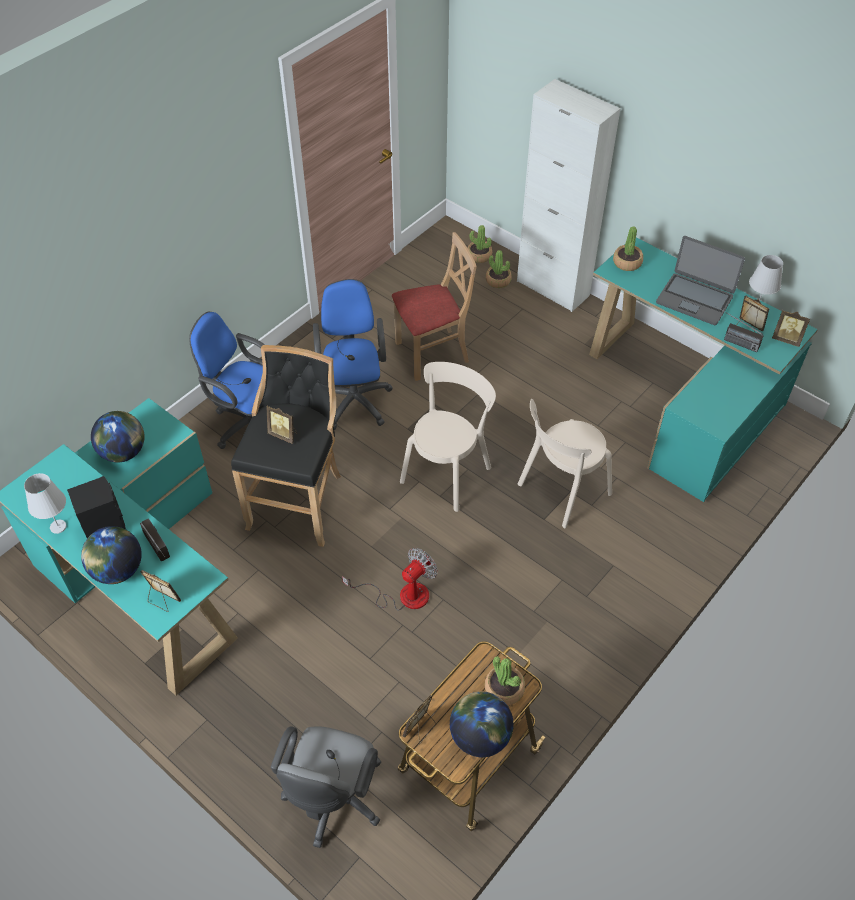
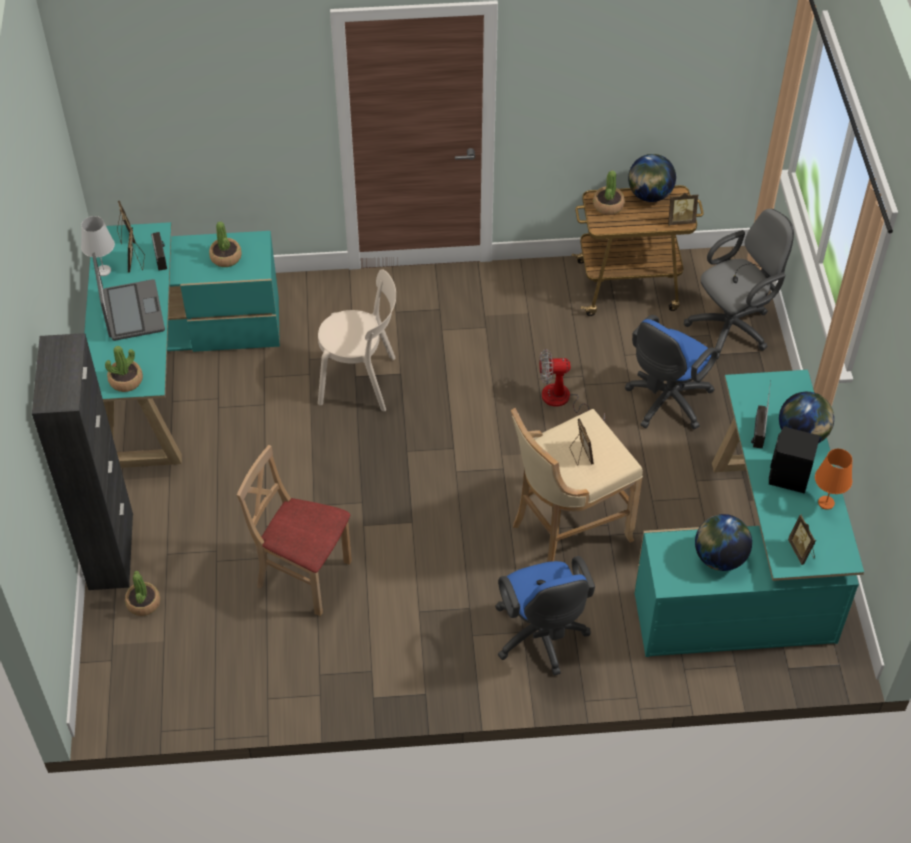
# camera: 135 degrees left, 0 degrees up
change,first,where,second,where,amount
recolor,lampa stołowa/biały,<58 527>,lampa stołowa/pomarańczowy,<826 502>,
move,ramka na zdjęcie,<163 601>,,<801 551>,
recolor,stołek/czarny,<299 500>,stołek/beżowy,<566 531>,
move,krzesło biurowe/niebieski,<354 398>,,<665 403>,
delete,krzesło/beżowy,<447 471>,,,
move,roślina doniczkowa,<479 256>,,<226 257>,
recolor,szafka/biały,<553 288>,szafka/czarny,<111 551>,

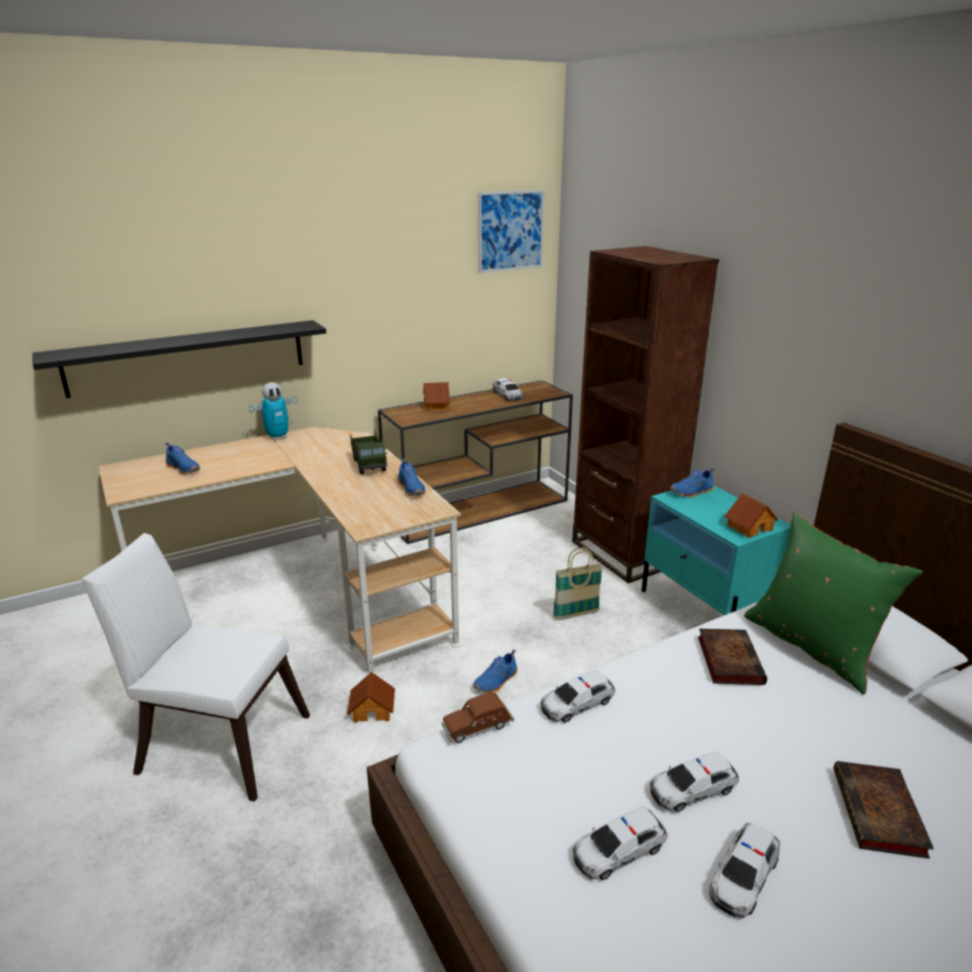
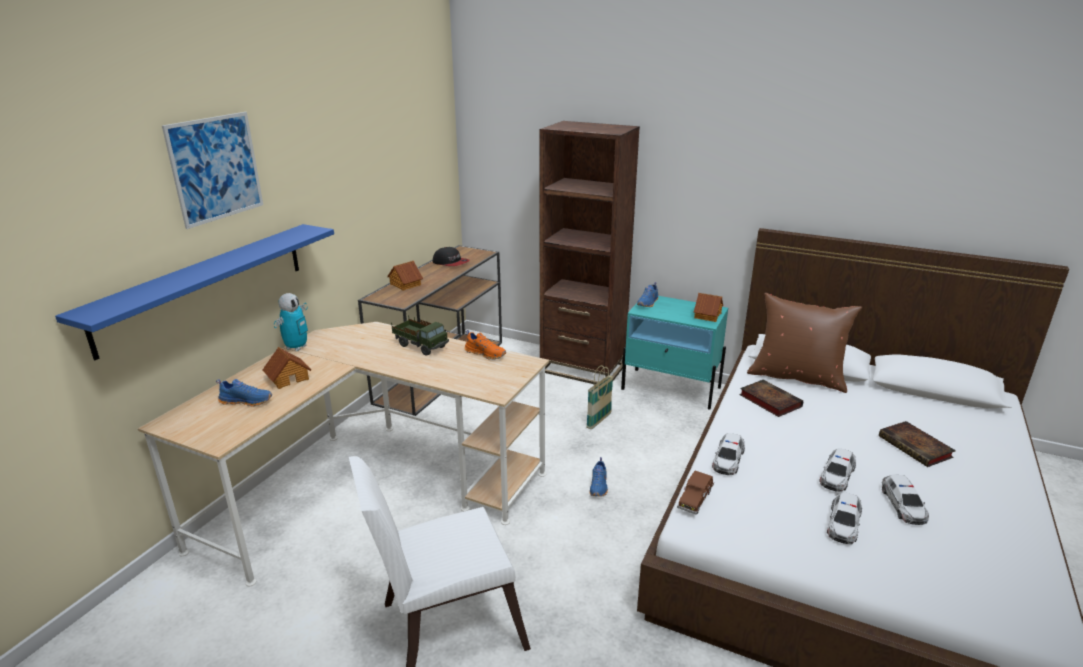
# camera: 35 degrees left, 0 degrees up
change,first,where,second,where,amount
recolor,półka/czarny,<188 357>,półka/niebieski,<205 285>,
move,domek,<372 709>,,<288 378>,
recolor,but/niebieski,<412 488>,but/pomarańczowy,<486 353>,
move,obraz,<511 231>,,<216 168>,
replace,samochodzik,<508 395>,czapka z daszkiem,<451 263>,
recolor,poduszka/zielony,<813 646>,poduszka/brązowy,<797 377>,

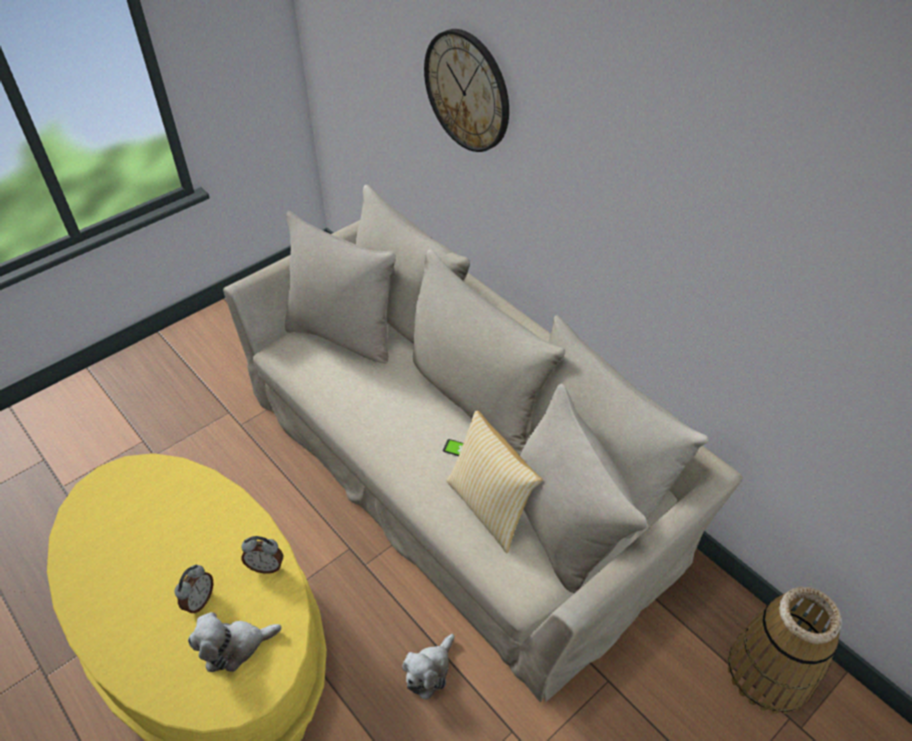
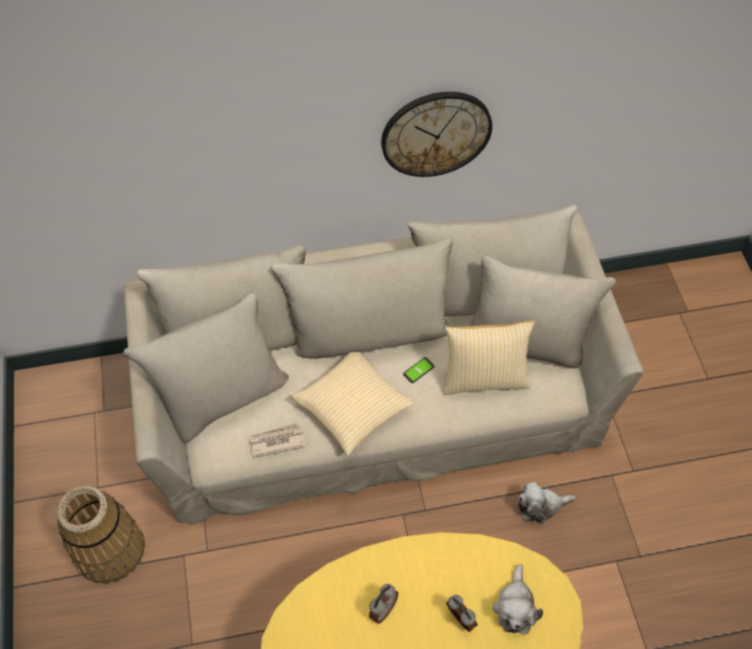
# camera: 60 degrees left, 10 degrees up
change,first,where,second,where,amount
move,budzik,<266 566>,,<382 609>,
rotate,pluszak,<429 671>,,<540 506>,105 degrees clockwise
move,zegar ścienny,<467 91>,,<436 133>,
move,koszyk,<768 672>,,<109 550>,
insert,,,gazeta,<276 441>,
insert,,,poduszka,<352 408>,

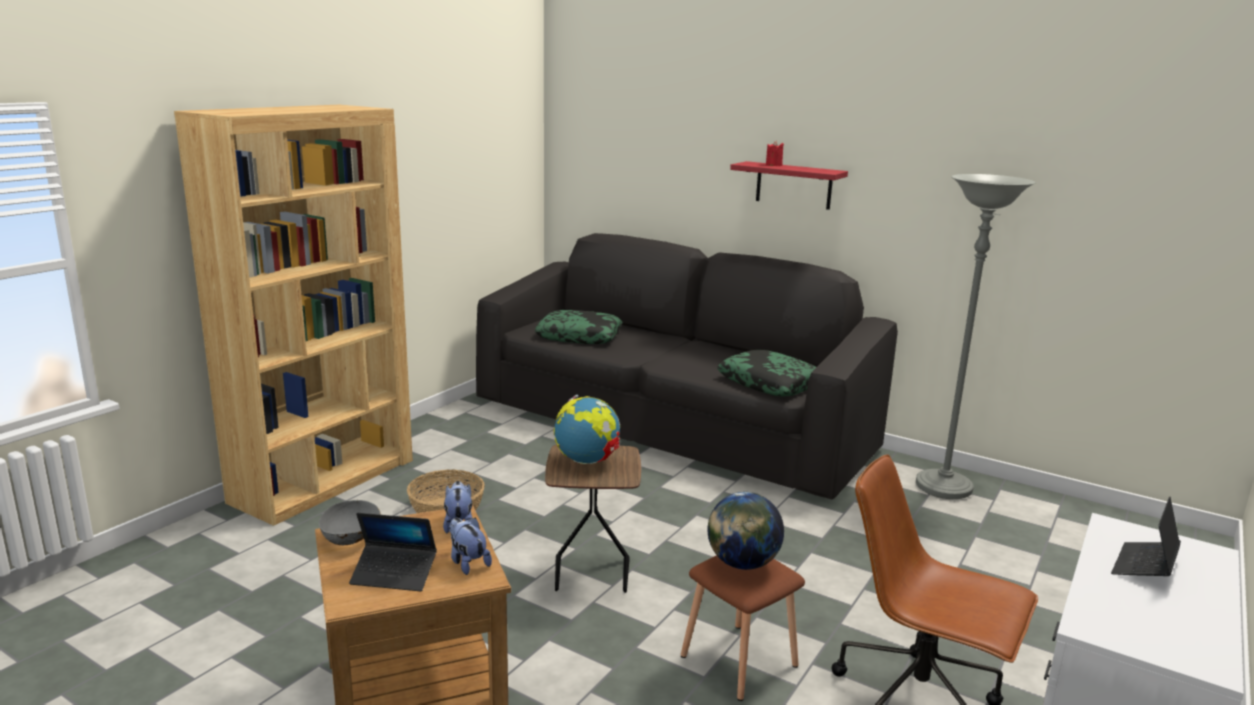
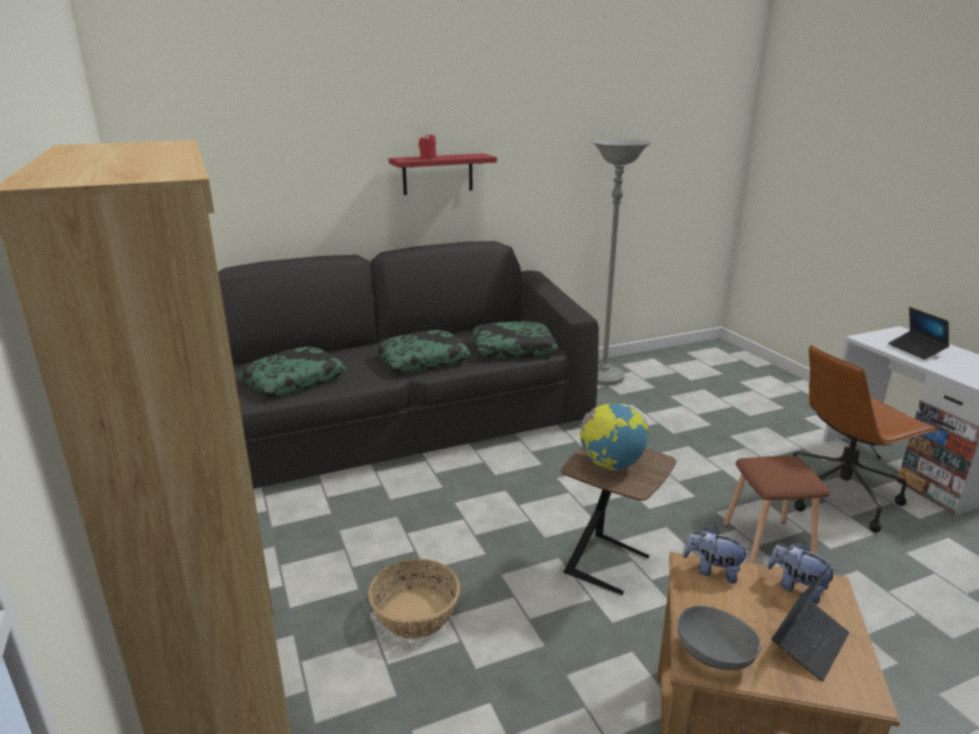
# camera: 55 degrees left, 5 degrees up
change,first,where,second,where,amount
rotate,pluszak,<467 562>,,<797 588>,45 degrees clockwise
delete,globus,<742 564>,,,
insert,,,poduszka,<422 360>,

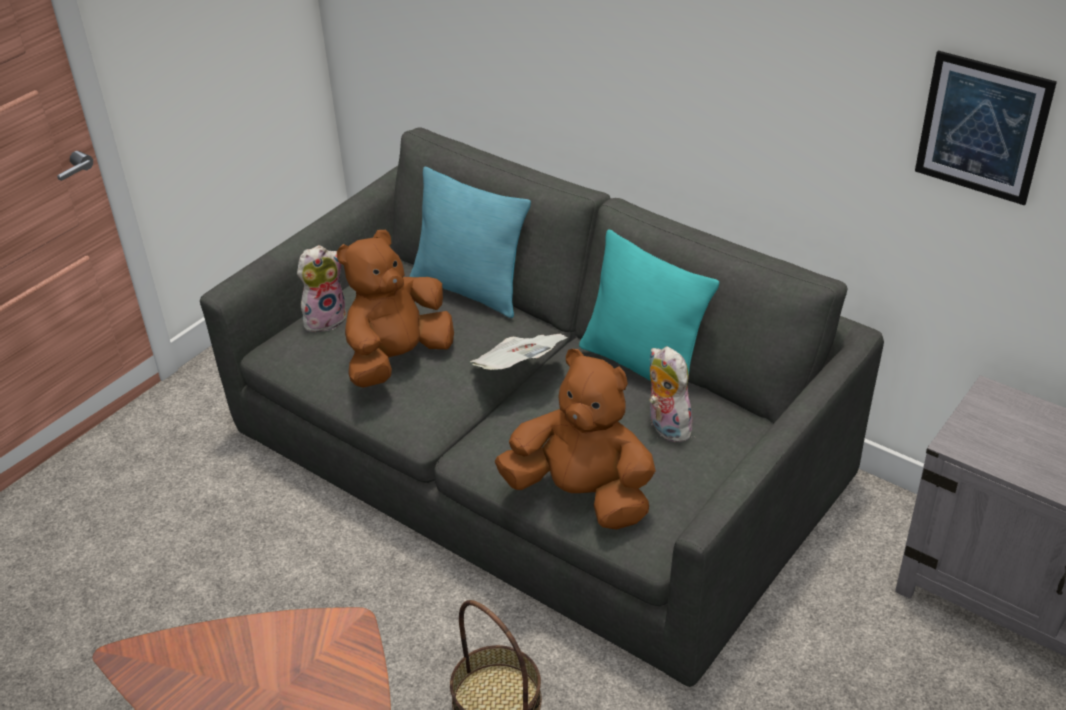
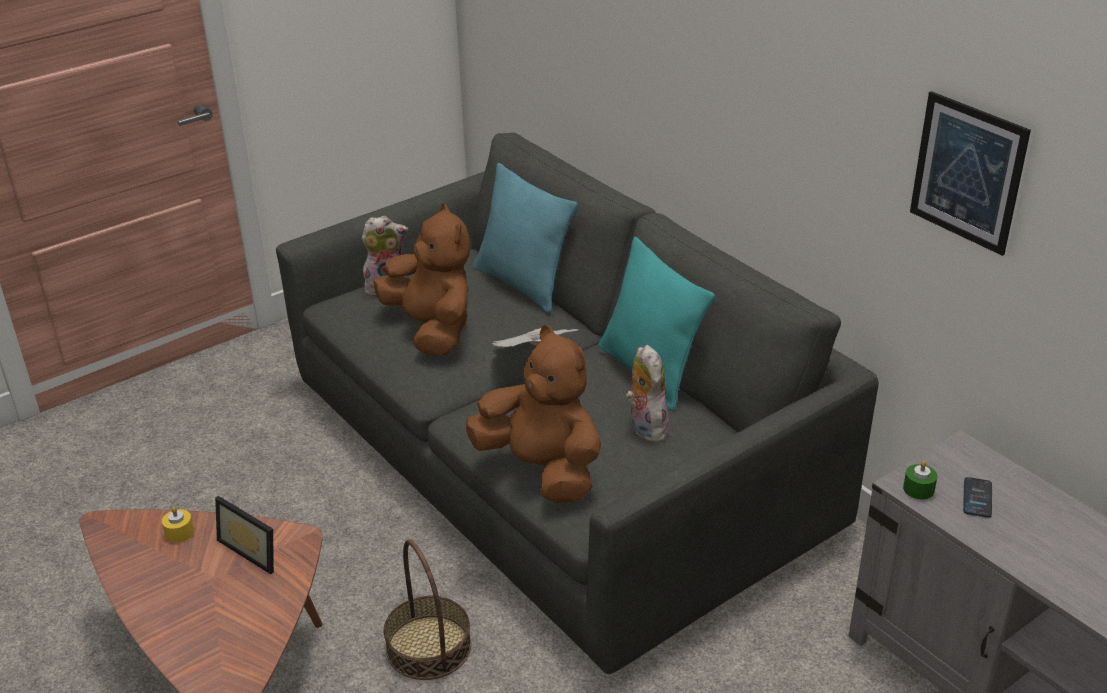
# camera: 15 degrees right, 5 degrees down
change,first,where,second,where,amount
rotate,pluszak/brązowy,<397 359>,,<432 330>,90 degrees clockwise
insert,,,świeca/żółty,<179 532>,
insert,,,ramka na zdjęcie,<254 549>,
insert,,,świeca/zielony,<918 489>,
insert,,,telefon,<977 498>,

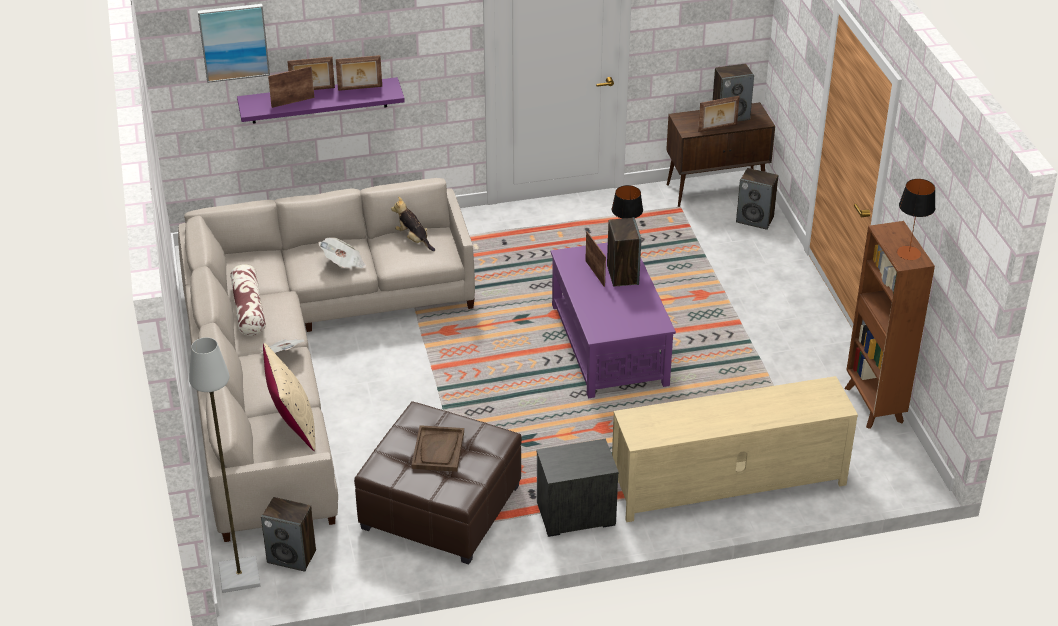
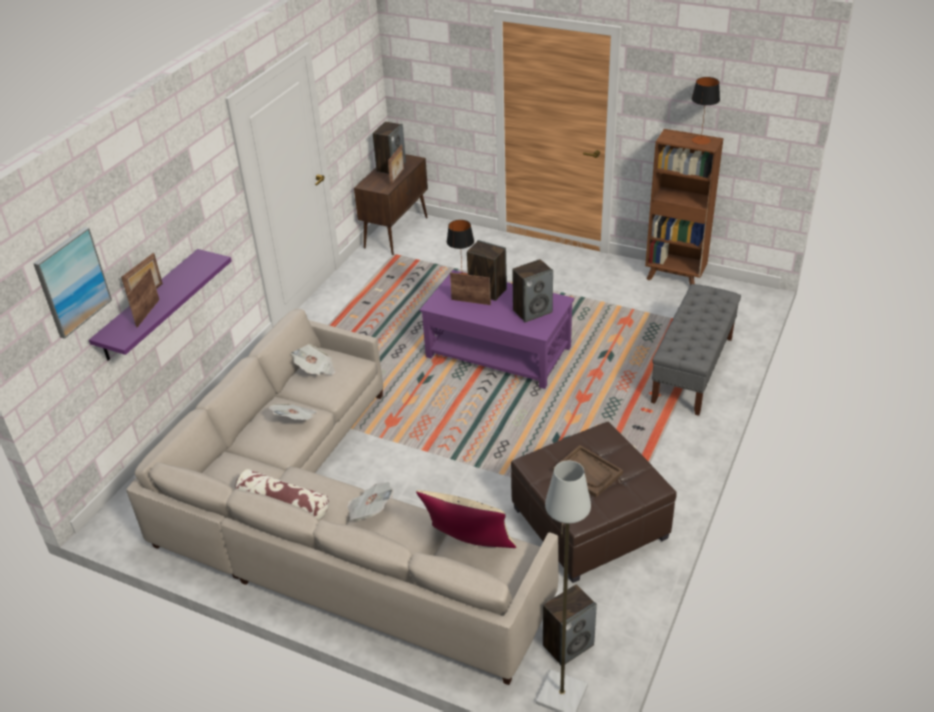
# camera: 50 degrees left, 0 degrees up
change,first,where,second,where,amount
delete,ramka na zdjęcie,<360 88>,,,
replace,pluszak,<413 239>,gazeta,<315 369>,
delete,szafka nocna,<574 514>,,,
replace,szafka pod telewizor/beżowy,<727 483>,ławka/szary,<692 370>,
move,głośnik,<755 219>,,<532 311>,

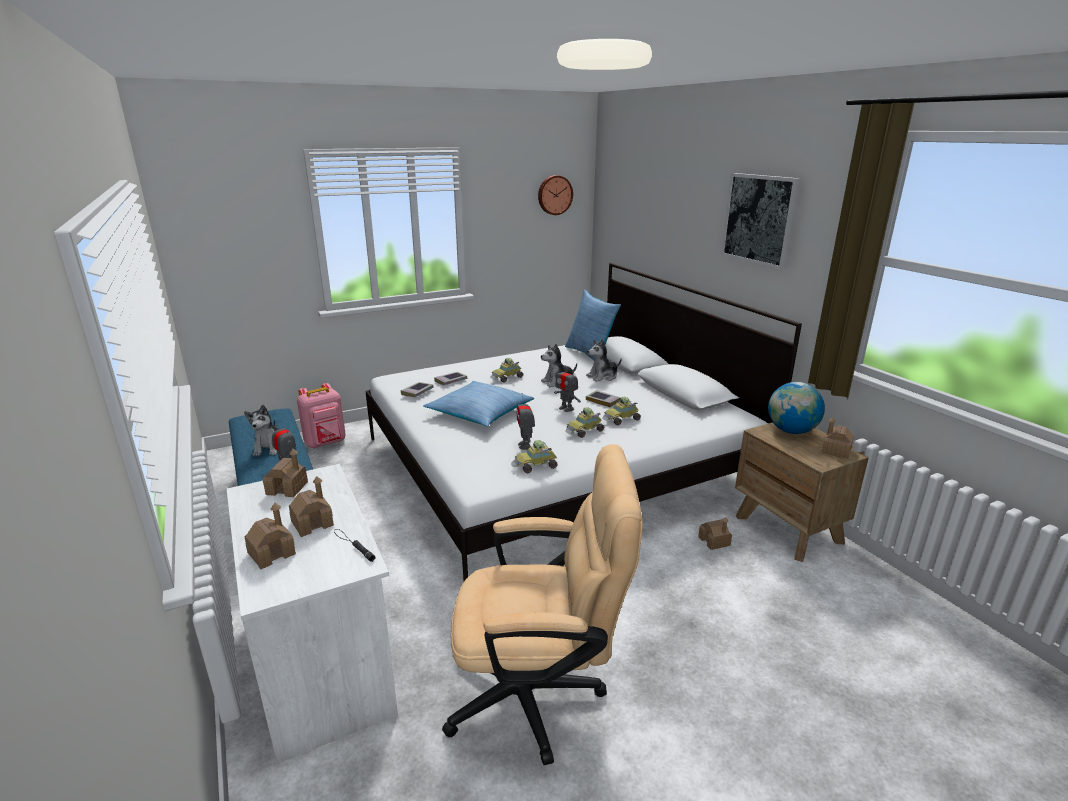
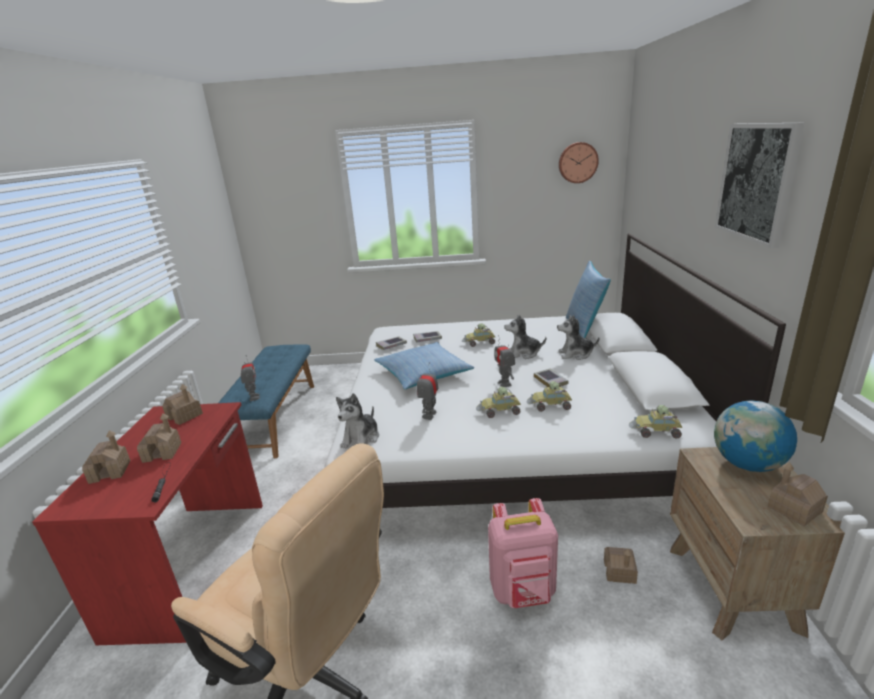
# camera: 30 degrees right, 0 degrees up
change,first,where,second,where,amount
recolor,biurko/biały,<323 658>,biurko/czerwony,<194 564>,
move,pluszak,<270 447>,,<361 439>,
move,plecak/różowy,<326 443>,,<523 591>,
move,samochodzik,<536 466>,,<656 431>,

